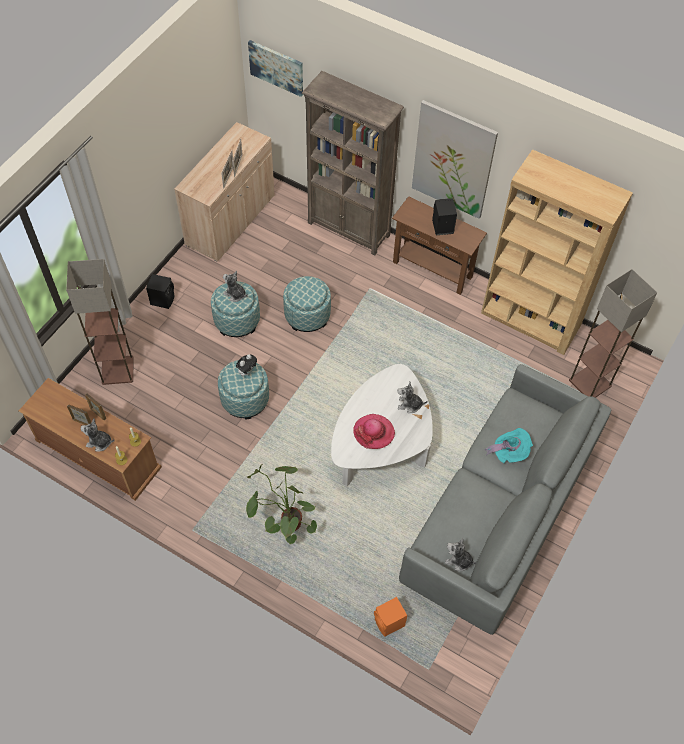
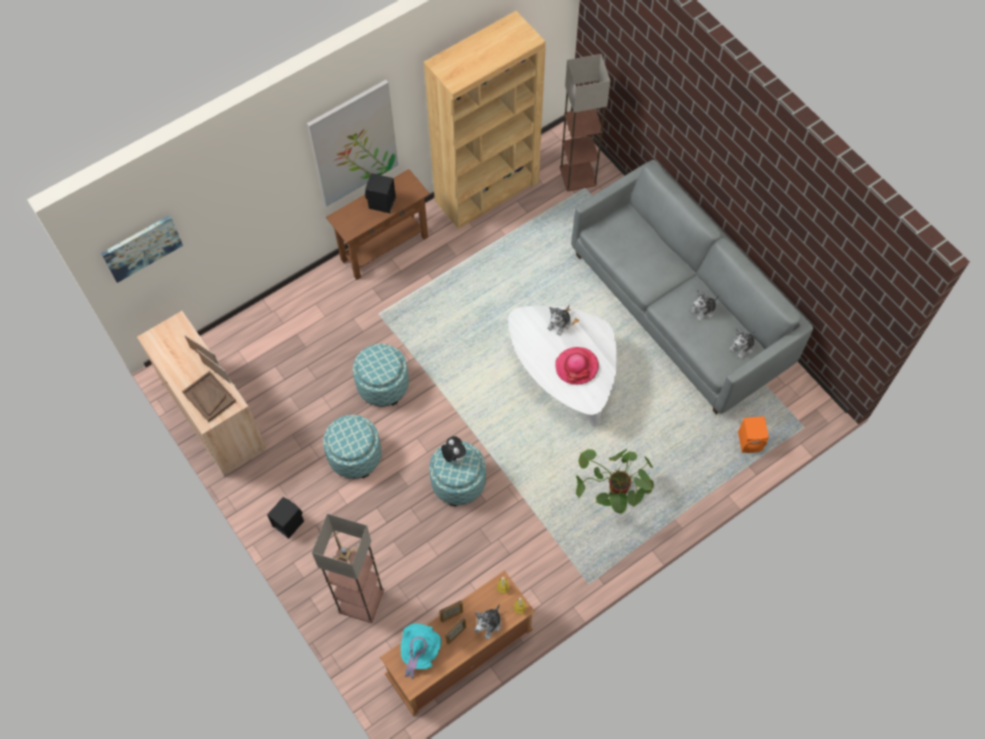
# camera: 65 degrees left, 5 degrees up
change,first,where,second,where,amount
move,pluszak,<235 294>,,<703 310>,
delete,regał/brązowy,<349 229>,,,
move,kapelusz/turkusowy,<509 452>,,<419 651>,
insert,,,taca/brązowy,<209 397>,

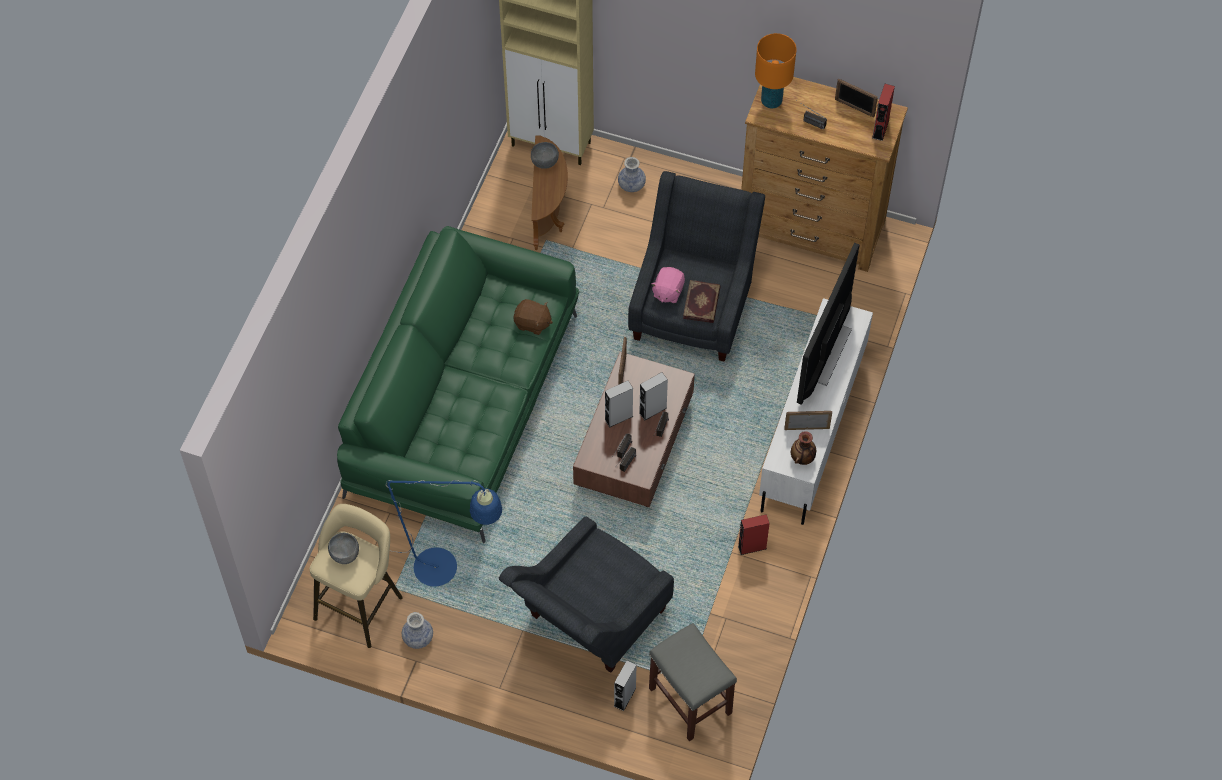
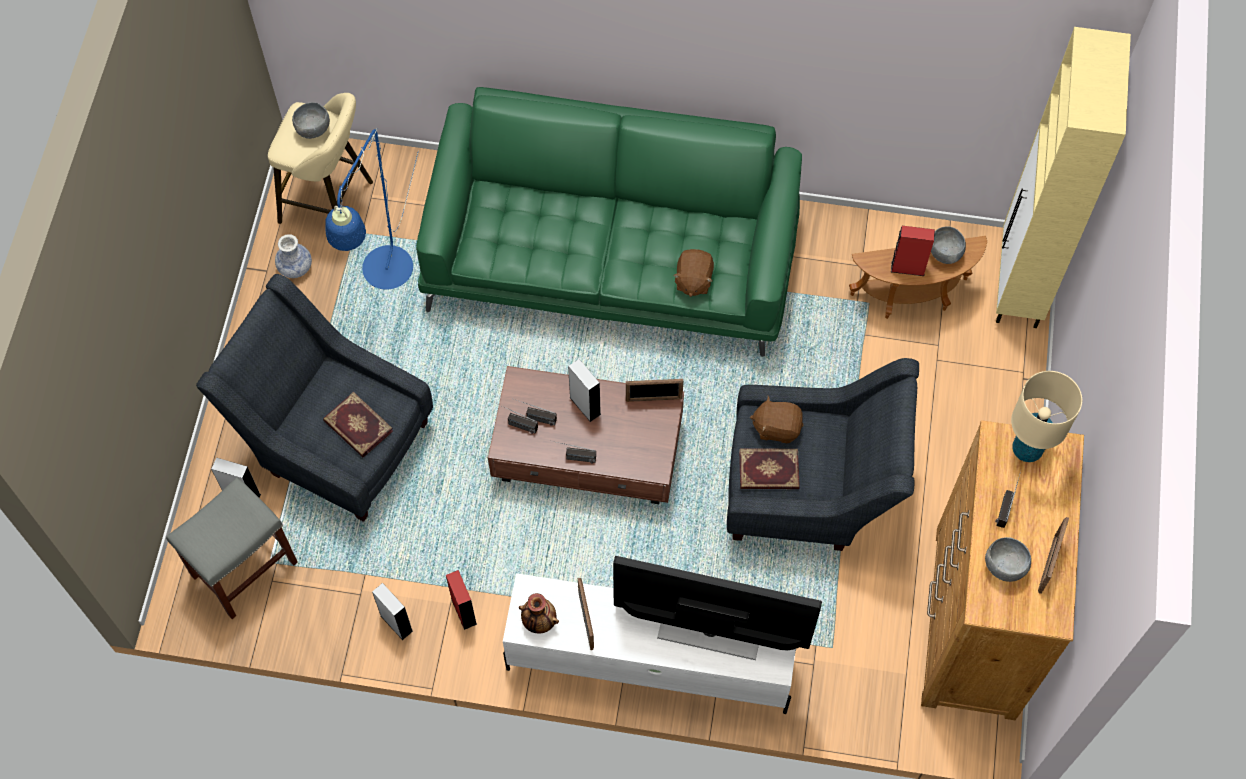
# camera: 80 degrees right, 5 degrees up
change,first,where,second,where,amount
delete,wazon,<631 185>,,,
move,głośnik/szary,<653 410>,,<396 623>,
recolor,pluszak/różowy,<667 292>,pluszak/brązowy,<776 427>,
recolor,lampa stołowa/pomarańczowy,<771 101>,lampa stołowa/beżowy,<1027 449>,
move,głośnik/czerwony,<880 129>,,<907 268>,
insert,,,książka,<357 427>,
insert,,,miska/szary,<1004 567>,

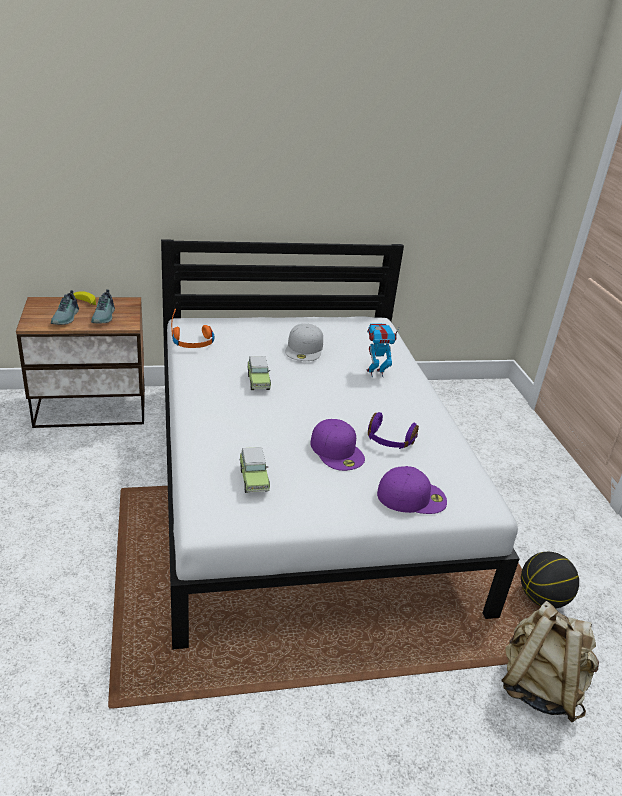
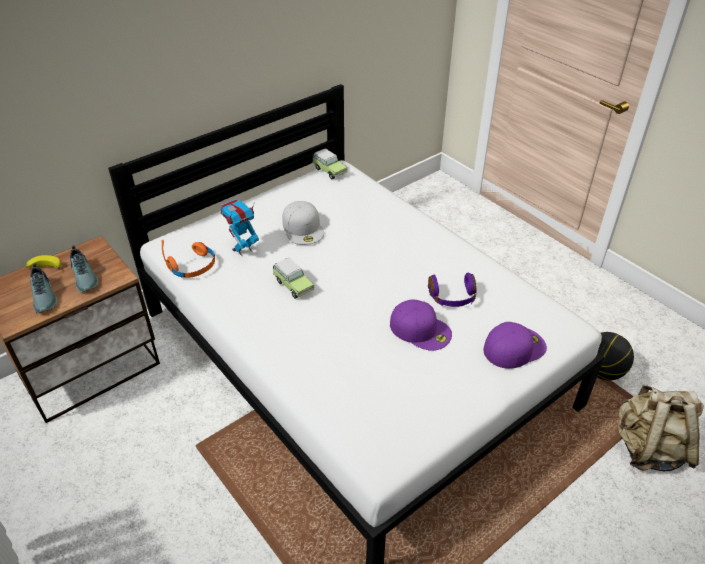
# camera: 25 degrees left, 10 degrees up
change,first,where,second,where,amount
move,samochodzik,<253 479>,,<329 170>,
move,robot zabawkowy,<375 373>,,<243 250>,

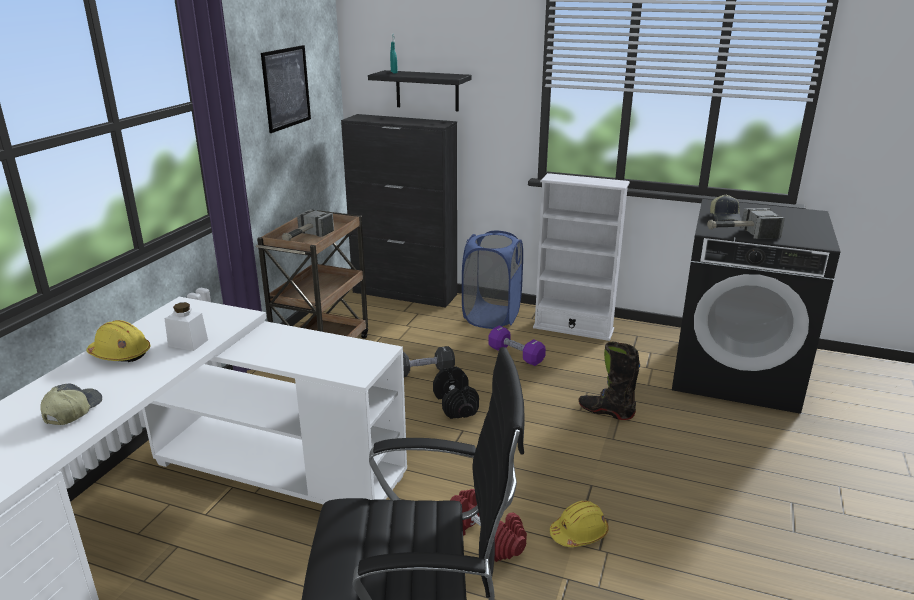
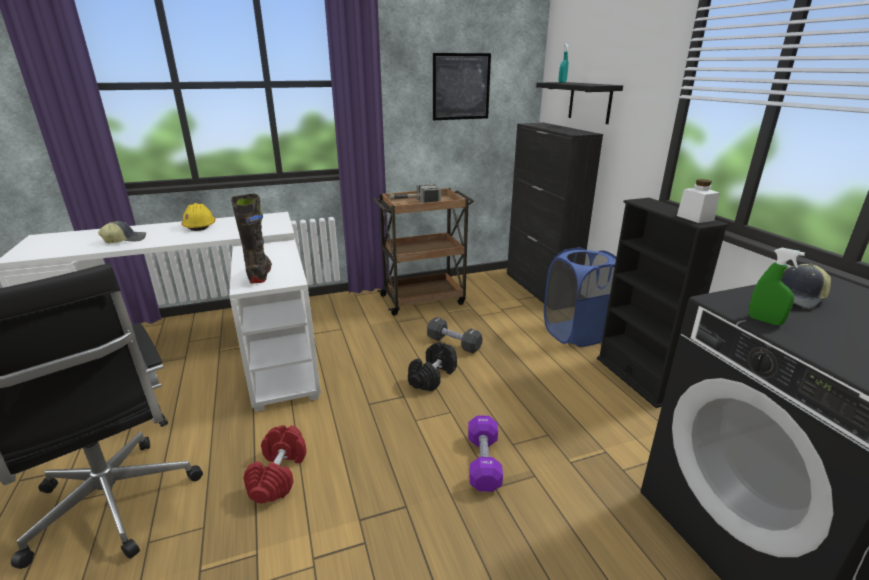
# camera: 50 degrees right, 0 degrees up
change,first,where,second,where,amount
move,słoik/biały,<188 343>,,<695 218>,
move,hantel/fioletowy,<516 355>,,<483 462>,
recolor,regał/biały,<573 328>,regał/czarny,<636 378>,
delete,kask/żółty,<579 533>,,,
move,but z cholewką/czarny,<606 411>,,<260 274>,
replace,młotek,<740 234>,spryskiwacz/zielony,<765 321>,

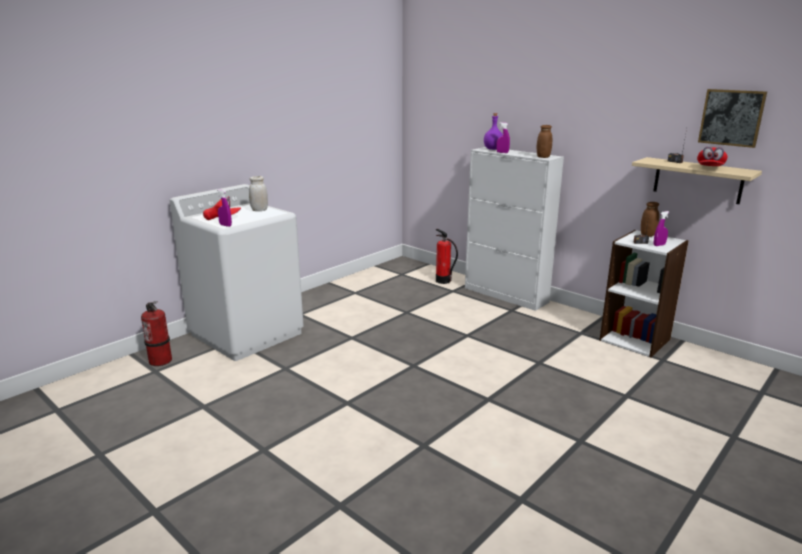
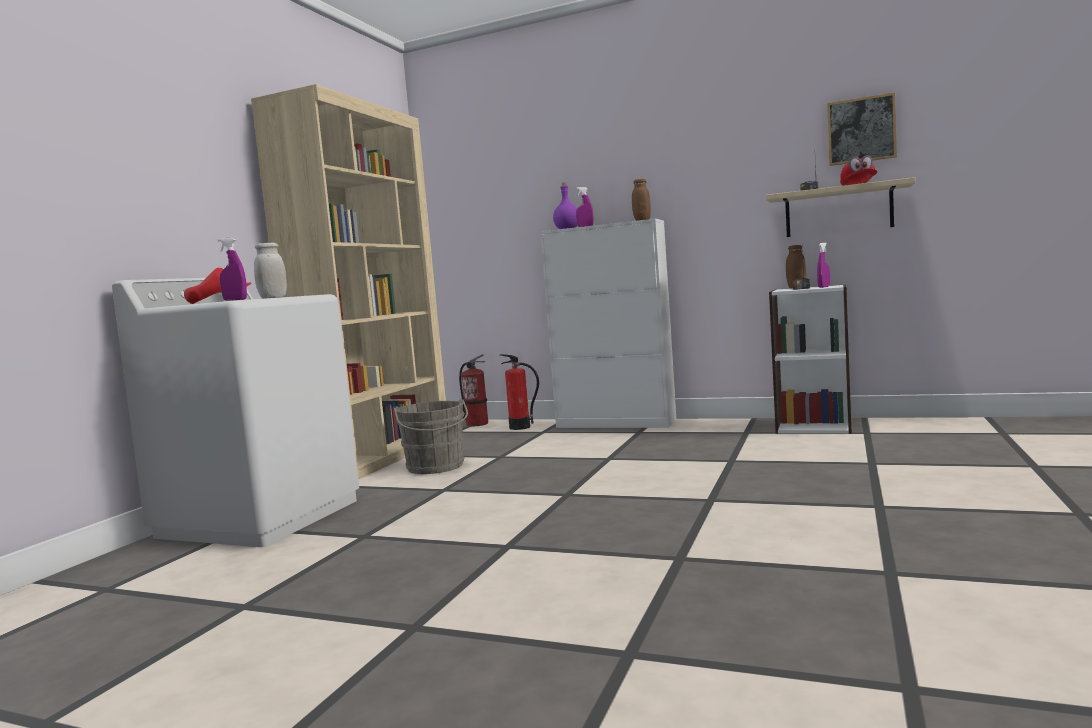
# camera: 20 degrees left, 15 degrees down
change,first,where,second,where,amount
move,gaśnica,<160 360>,,<477 424>,
insert,,,regał/beżowy,<380 456>,
insert,,,wiadro/szary,<435 467>,

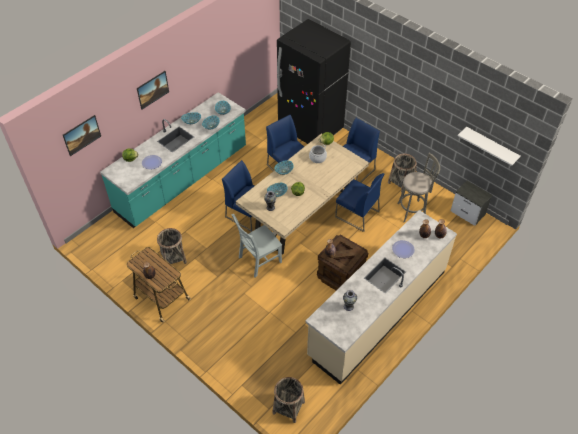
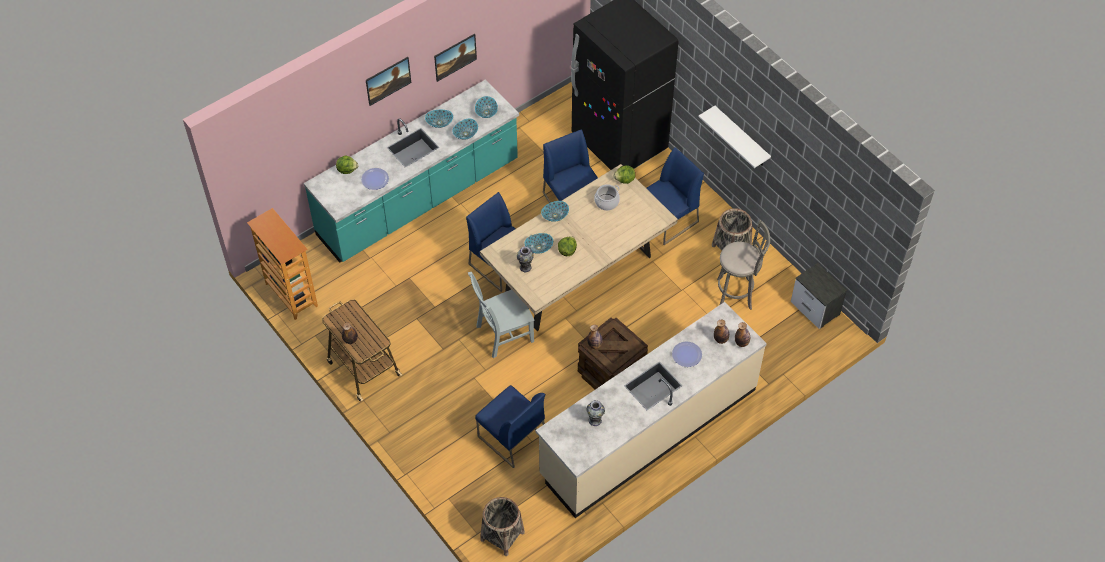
# camera: 10 degrees right, 5 degrees up
change,first,where,second,where,amount
move,obraz,<83 140>,,<455 63>,
delete,koszyk,<173 258>,,,
move,krzesło/niebieski,<356 214>,,<511 437>,
move,półka/biały,<491 146>,,<741 137>,
insert,,,regał,<291 295>,

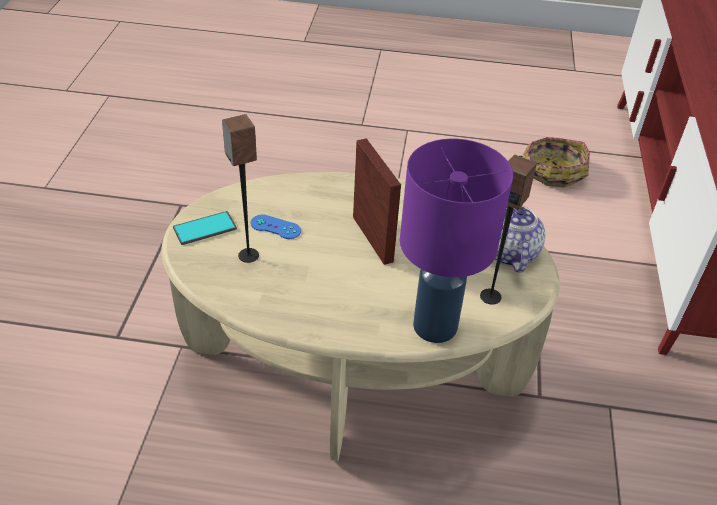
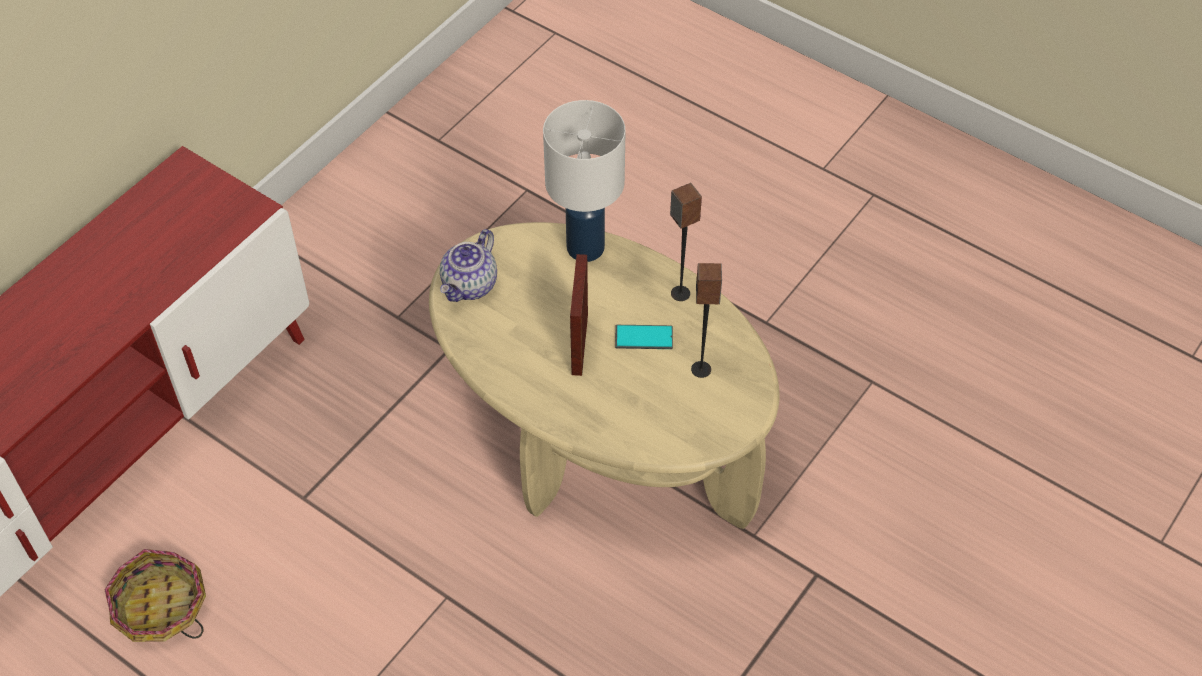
# camera: 150 degrees left, 10 degrees up
change,first,where,second,where,amount
move,telefon,<205 228>,,<643 338>,
delete,pad do gier/niebieski,<275 227>,,,
recolor,lampa stołowa/fioletowy,<433 326>,lampa stołowa/biały,<586 248>,
move,głośnik,<491 296>,,<680 293>,

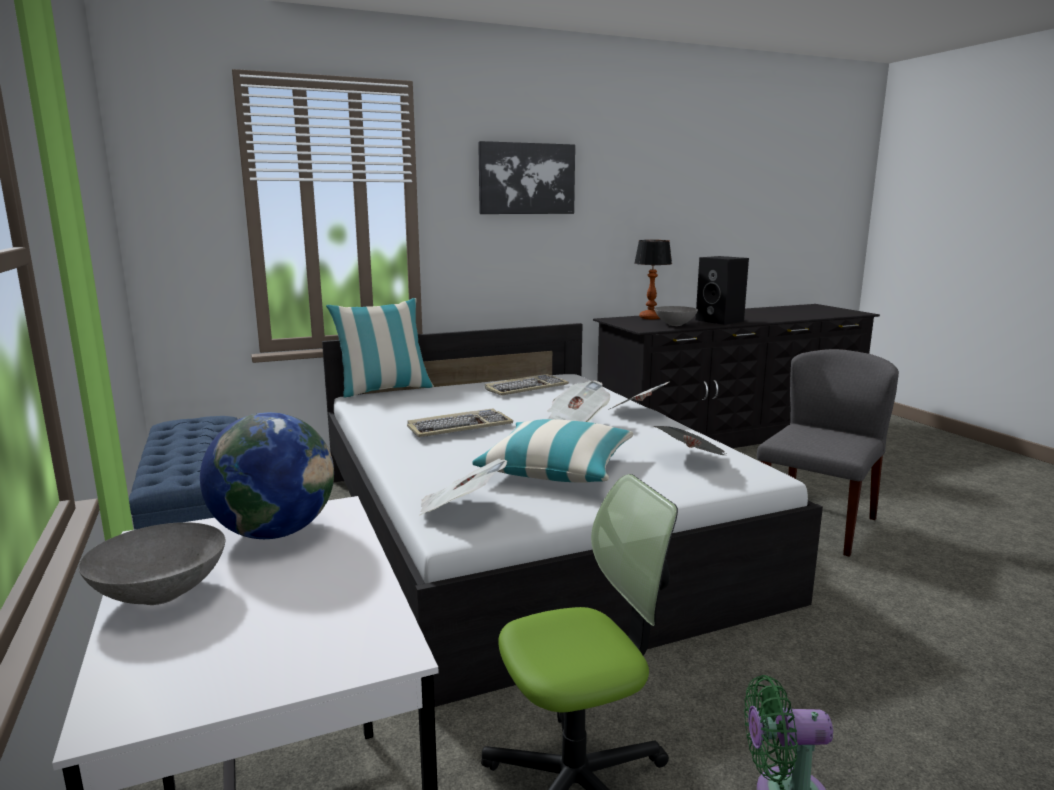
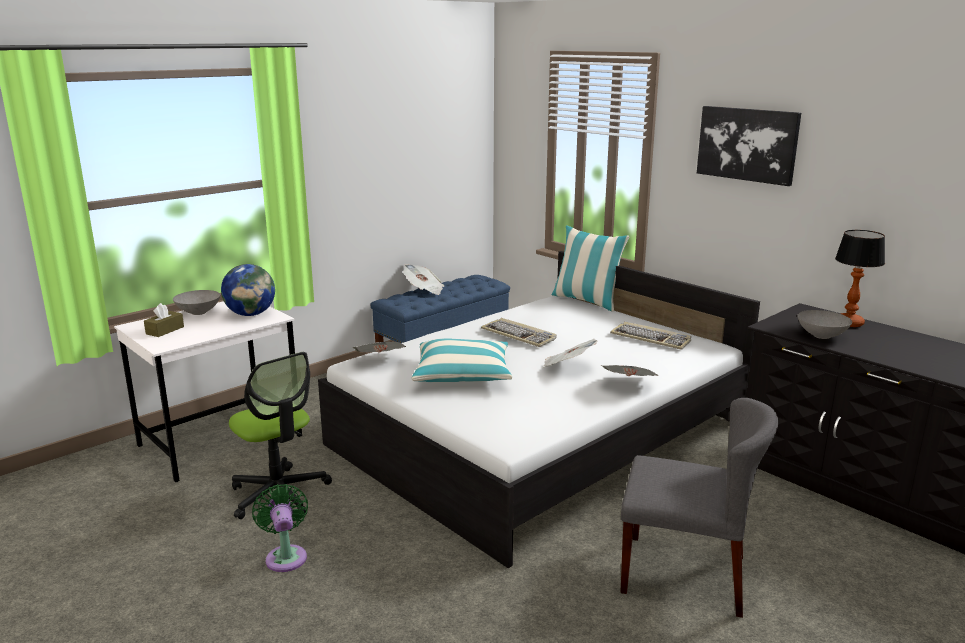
# camera: 70 degrees right, 5 degrees up
change,first,where,second,where,amount
move,gazeta,<692 461>,,<424 290>,
delete,głośnik/czarny,<721 321>,,,
insert,,,pudełko chusteczek/brązowy,<165 330>,

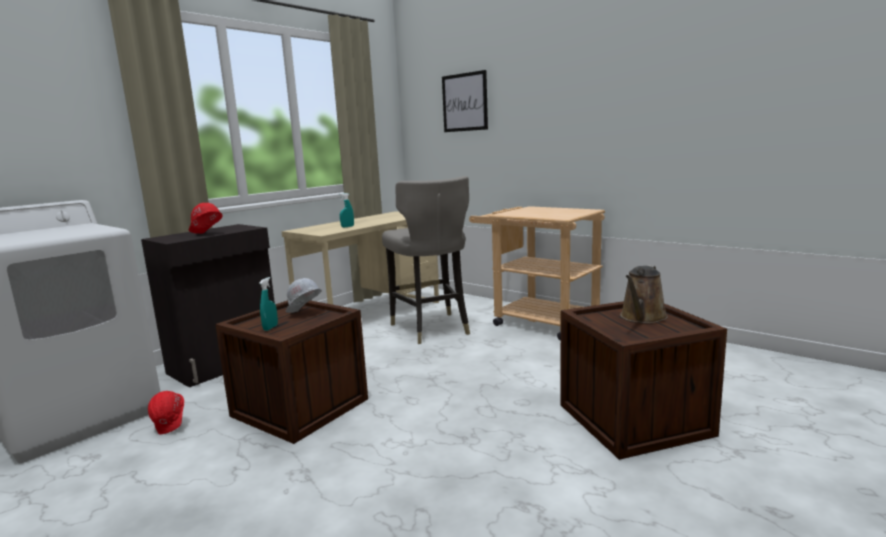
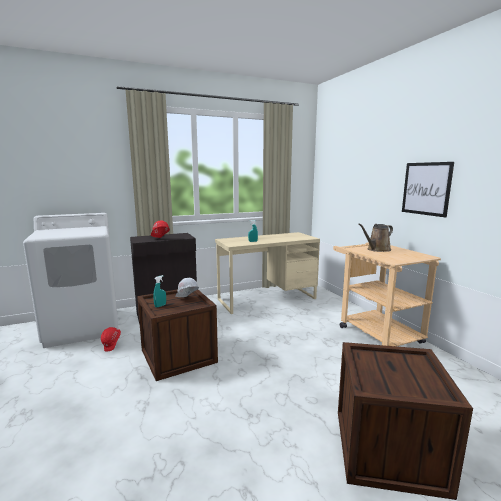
# camera: 25 degrees right, 0 degrees up
change,first,where,second,where,amount
delete,stołek/szary,<431 329>,,,
move,obraz,<464 102>,,<426 188>,
move,konewka/brązowy,<642 317>,,<377 249>,

